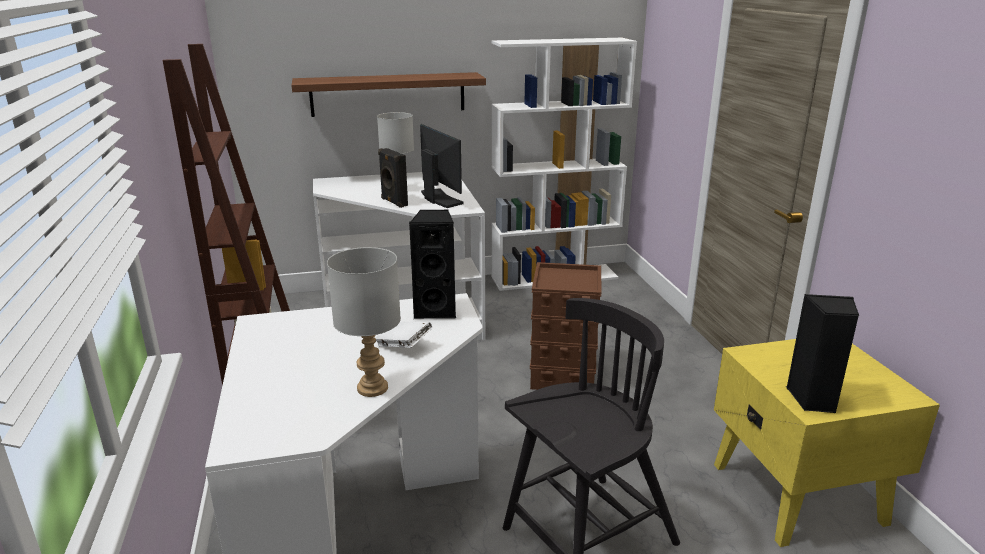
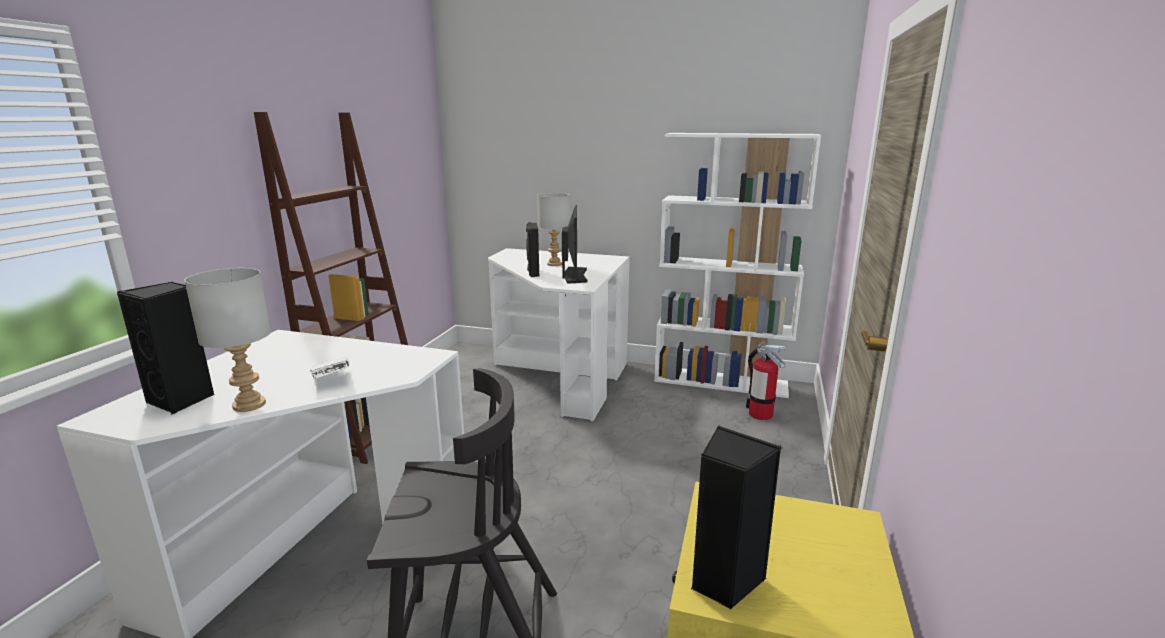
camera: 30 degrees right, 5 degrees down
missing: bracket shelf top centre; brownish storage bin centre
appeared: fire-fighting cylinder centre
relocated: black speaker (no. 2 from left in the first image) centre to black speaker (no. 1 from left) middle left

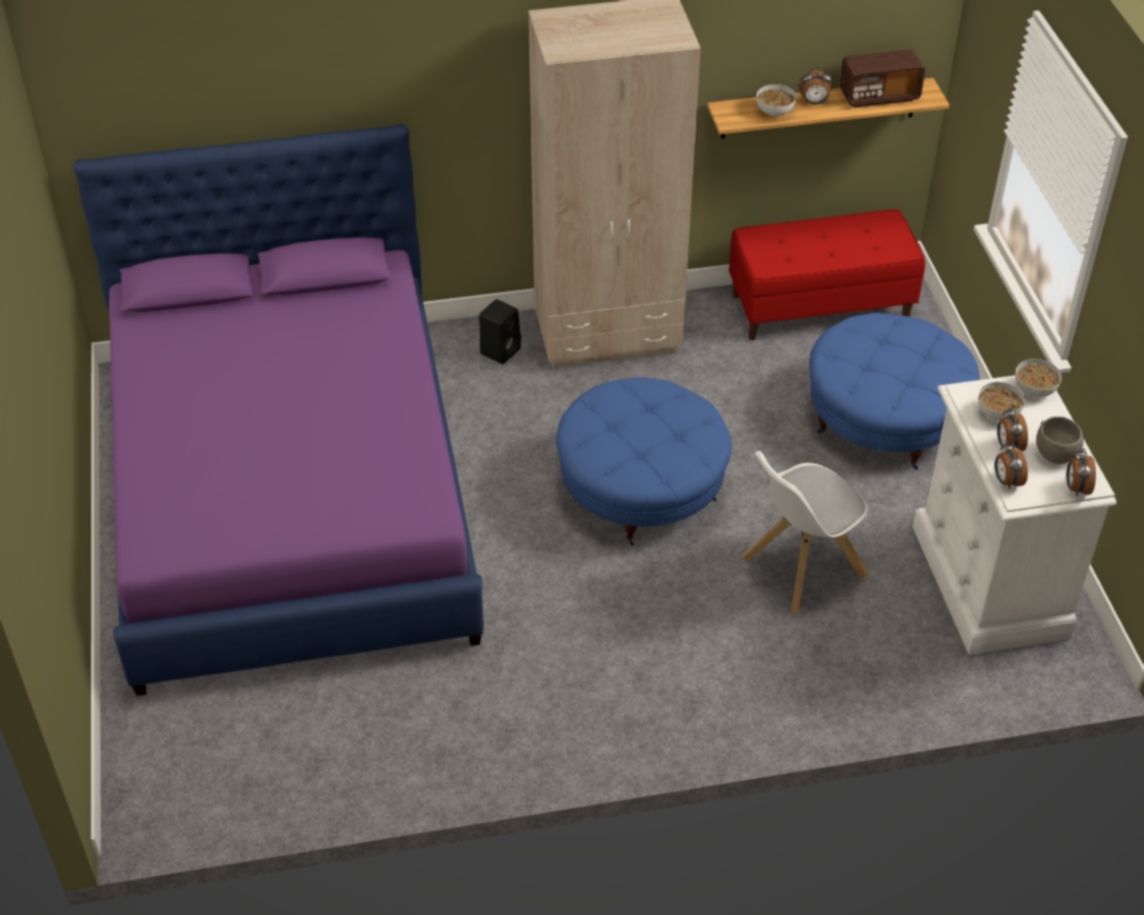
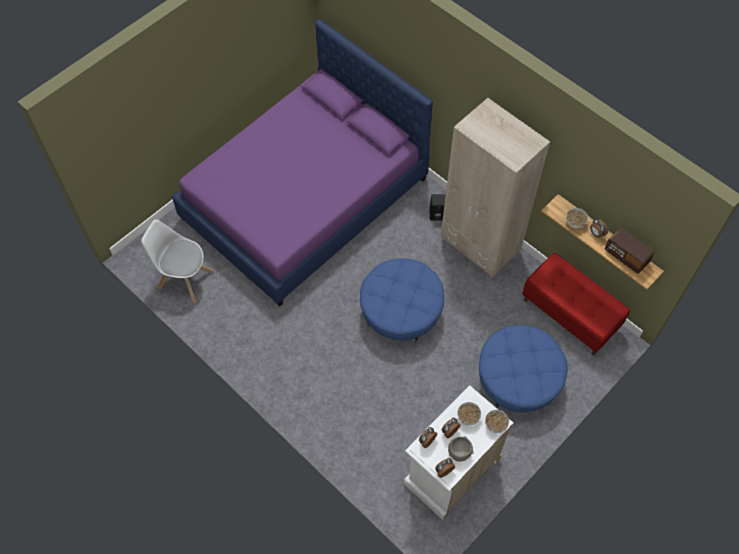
camera: 55 degrees right, 15 degrees up
relocated: chair middle right to middle left

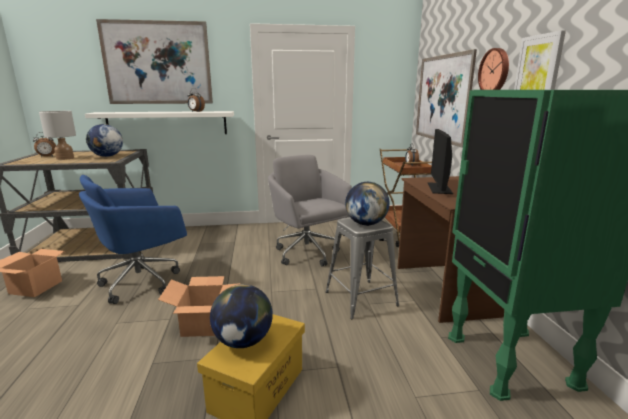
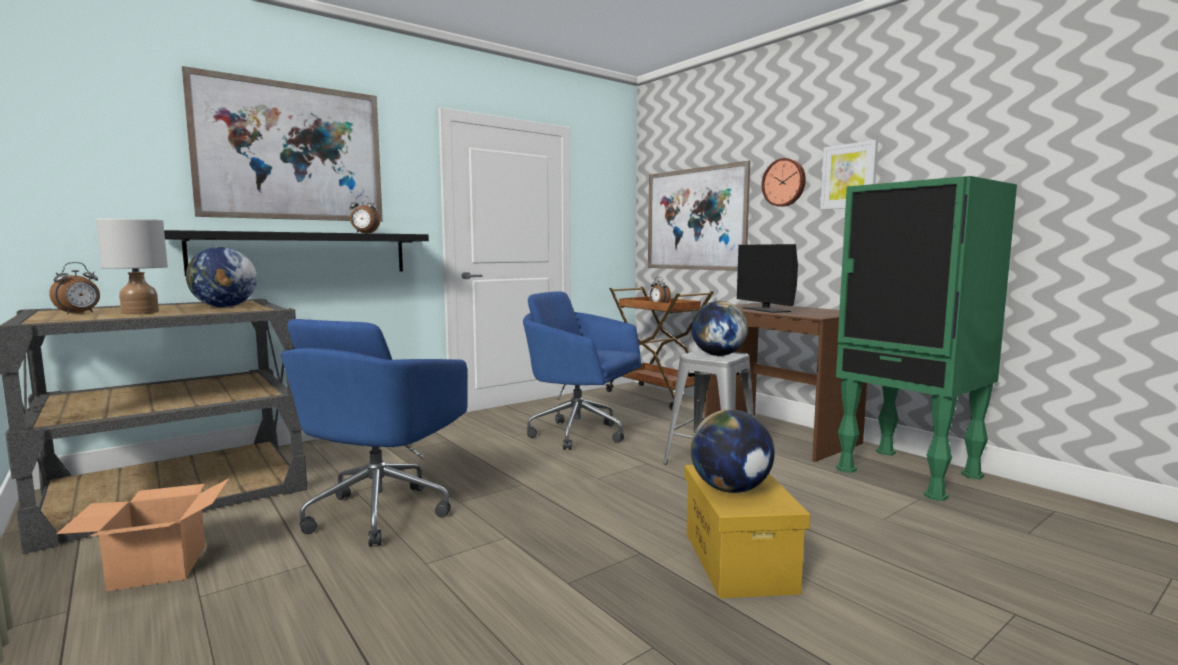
camera: 30 degrees left, 10 degrees down
missing: cardboard box (no. 2 from left) bottom left
colour: white bracket shelf top left to black bracket shelf middle left; greyish computer chair centre to blue computer chair (no. 2 from left) centre

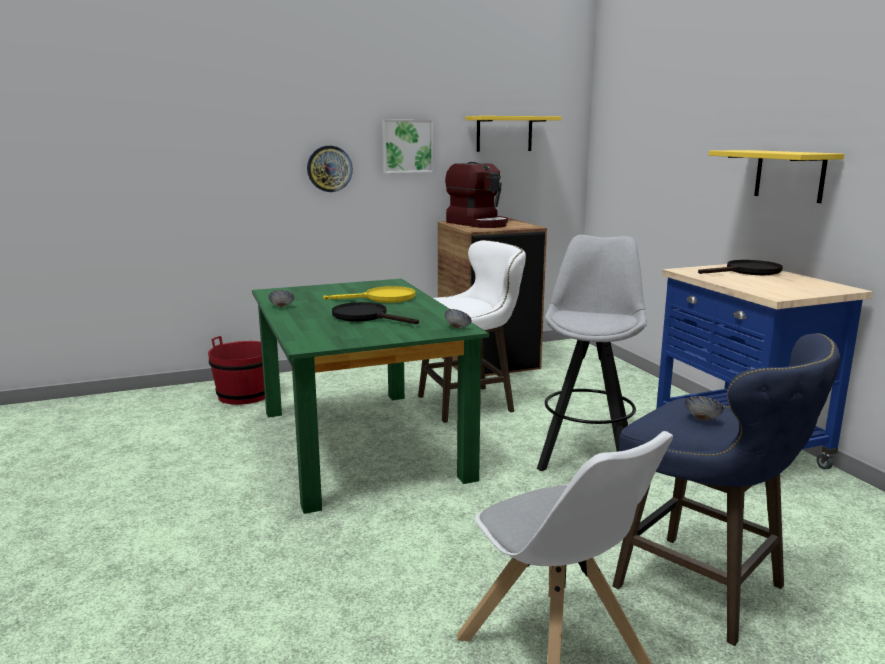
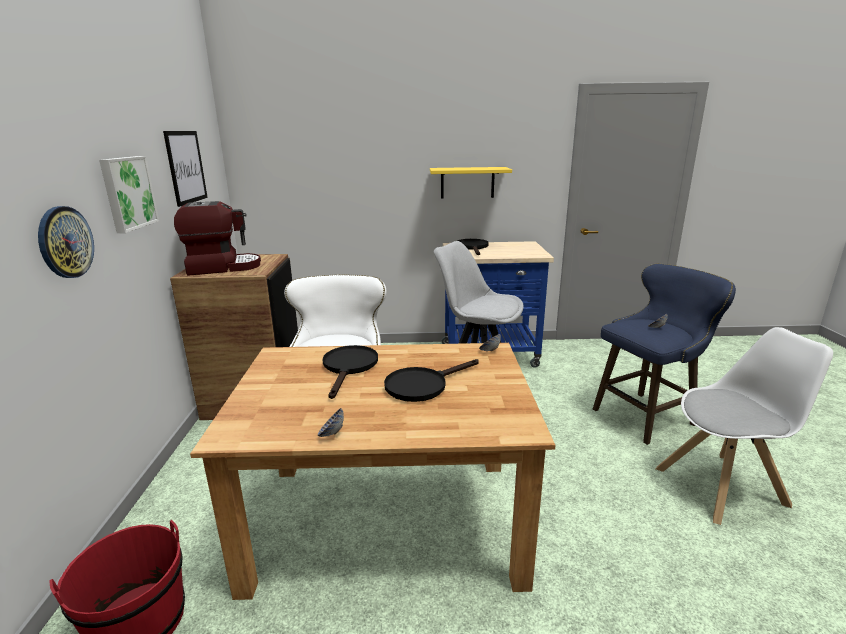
camera: 70 degrees left, 5 degrees up
exchanged: yellow-coloured bracket shelf (no. 1 from left) top centre to wall picture (no. 2 from left) top left
colour: green-coloured dinner table centre to brownish dinner table bottom centre; yellow-coloured pan centre to black pan (no. 1 from left) centre

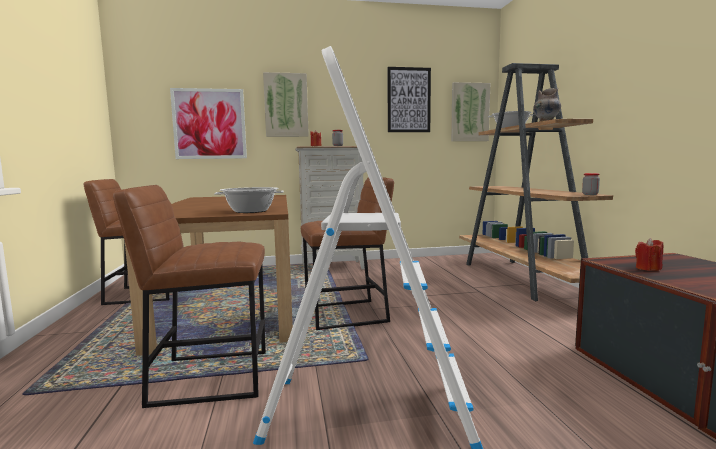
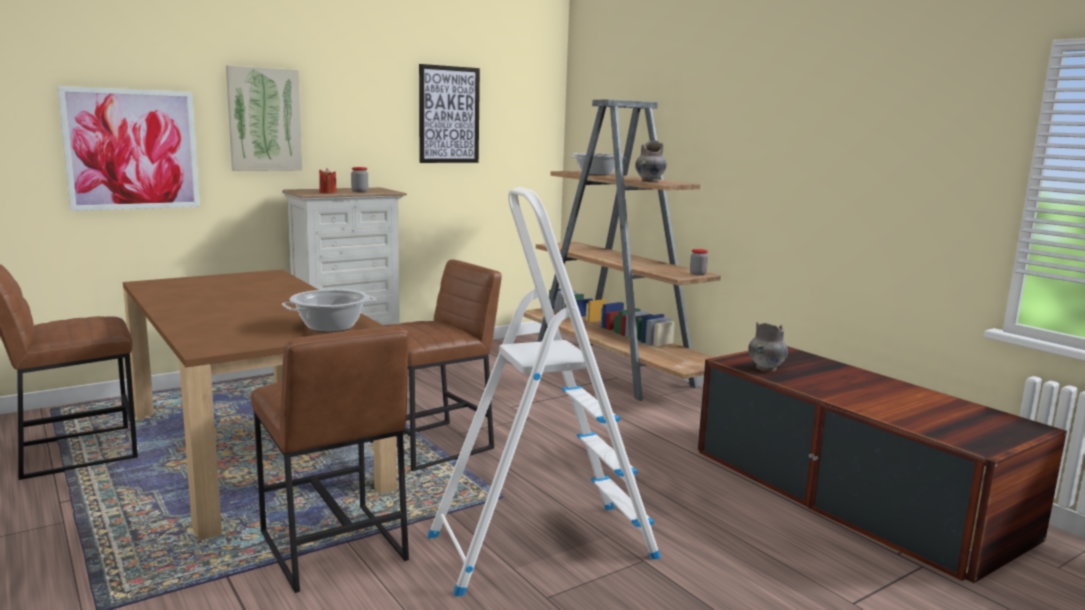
camera: 25 degrees left, 5 degrees up
missing: wall picture (no. 4 from left) top centre
exchanged: red-coloured wax candle (no. 2 from left) middle right to greyish vase (no. 2 from left) middle right
spun: brownish chair (no. 2 from left) middle left = bottom left 90 degrees counterclockwise

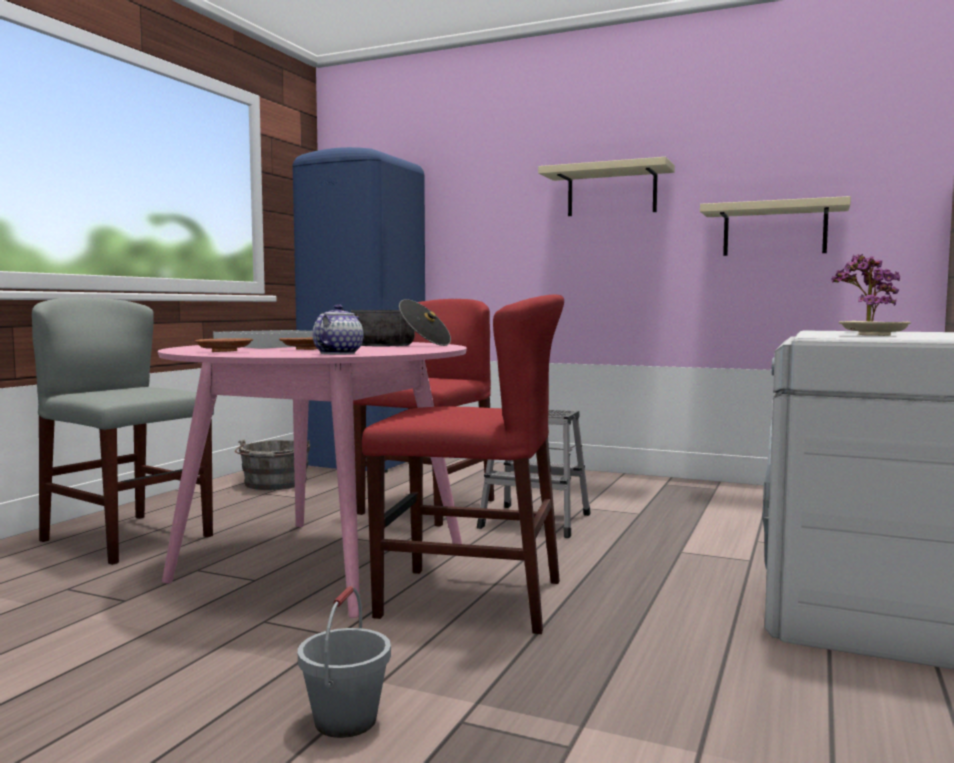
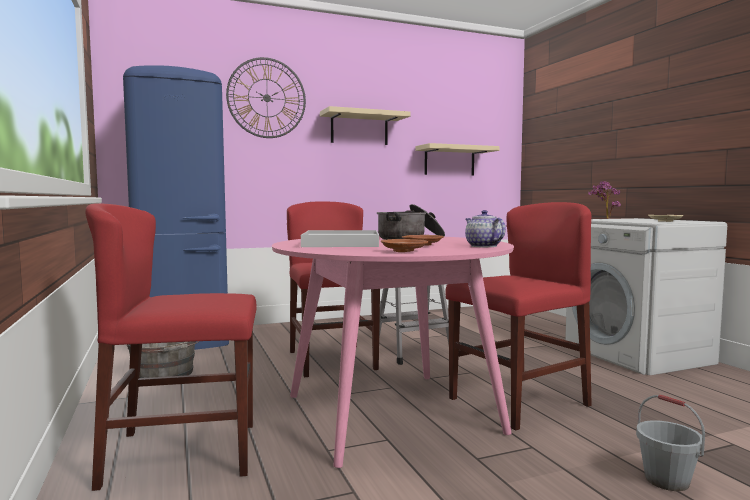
camera: 45 degrees left, 0 degrees up
appeared: wall clock top centre
colour: greyish chair middle left to red-coloured chair (no. 1 from left) bottom left

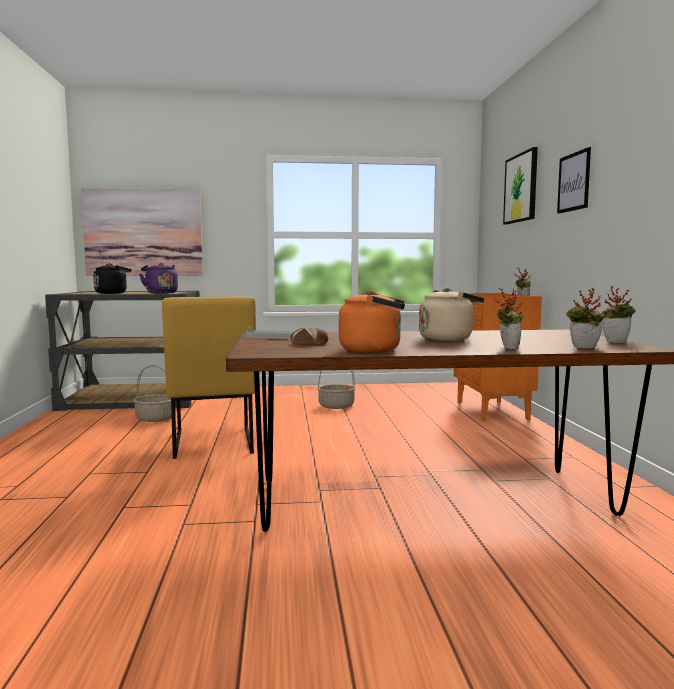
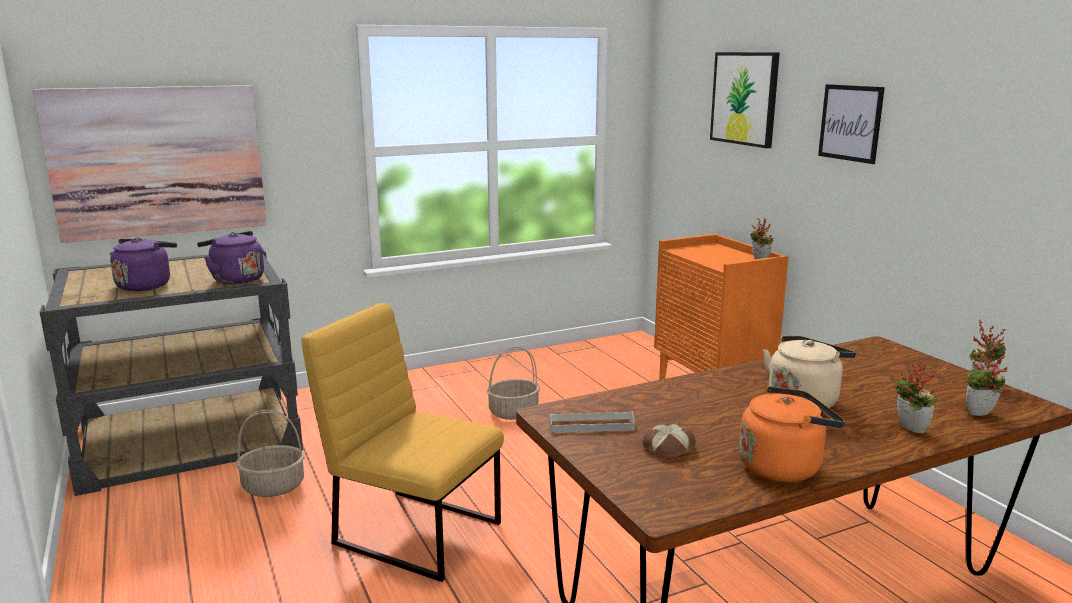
camera: 20 degrees left, 10 degrees up
colour: black tea kettle middle left to purple-coloured tea kettle (no. 1 from left) middle left
spun: yellow-coloured chair middle left = bottom centre 150 degrees clockwise

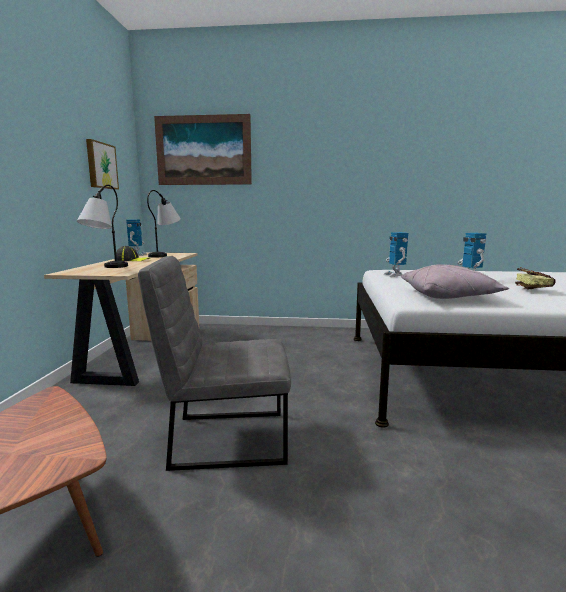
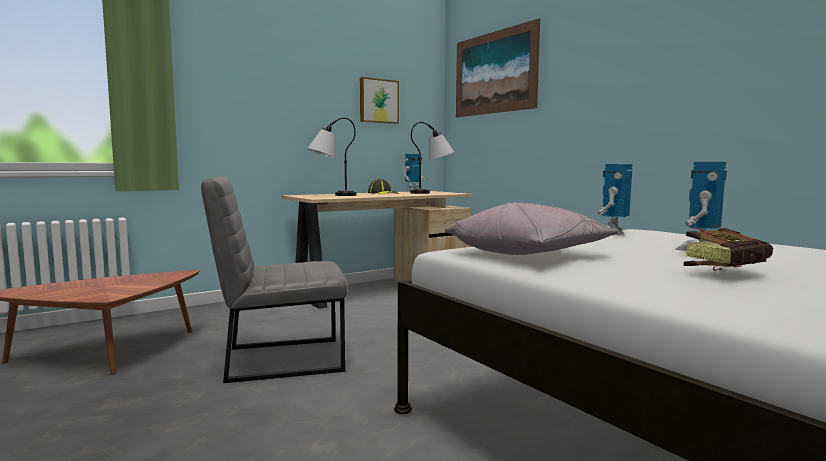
camera: 50 degrees right, 5 degrees down
spun: greyish chair centre = middle left 60 degrees counterclockwise

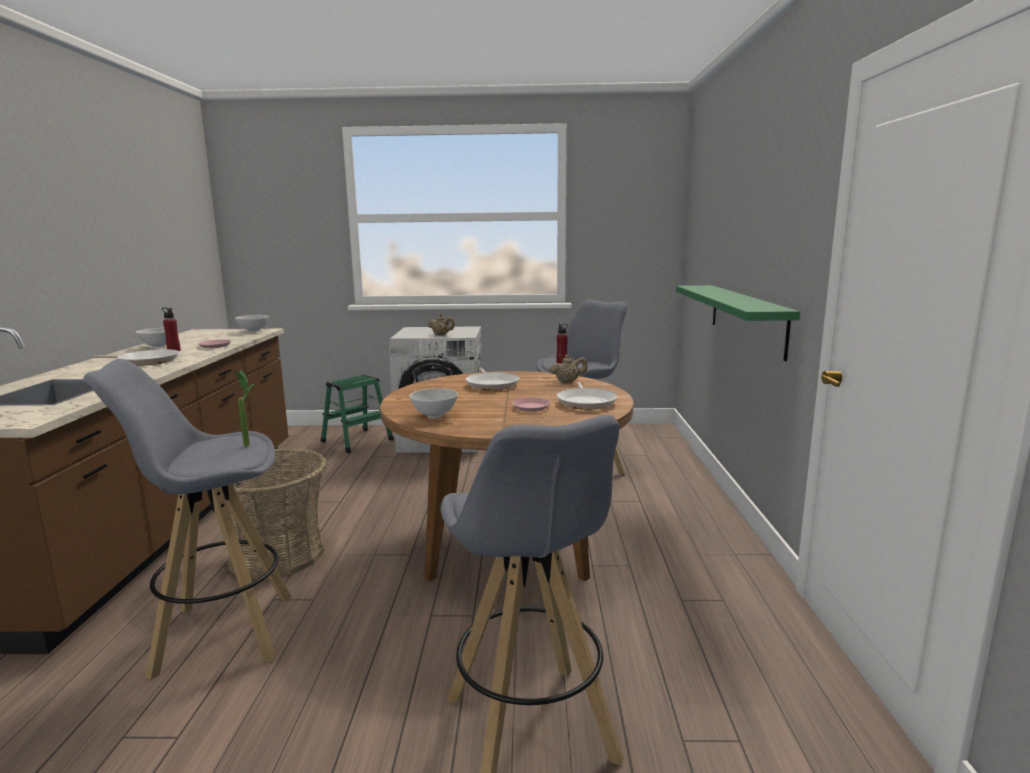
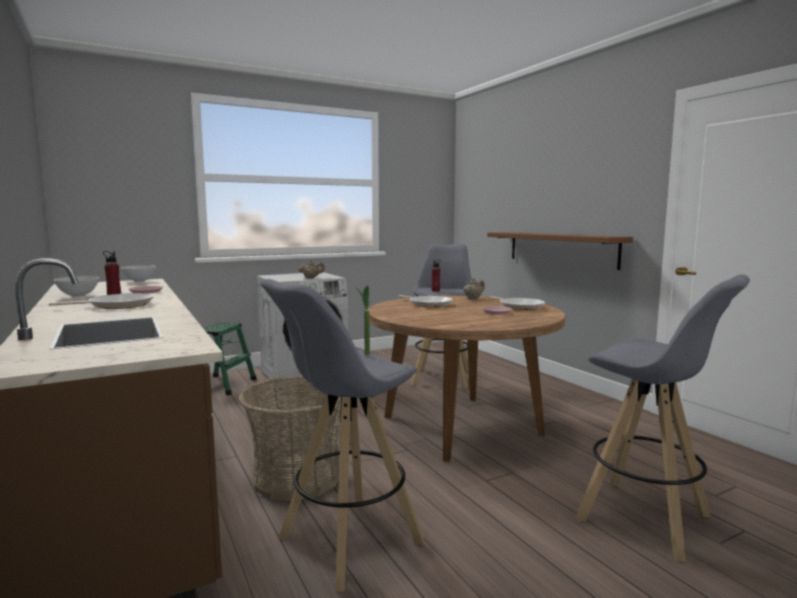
camera: 30 degrees left, 5 degrees down
missing: white serving bowl (no. 3 from left) centre
colour: green-coloured bracket shelf middle right to brownish bracket shelf middle right

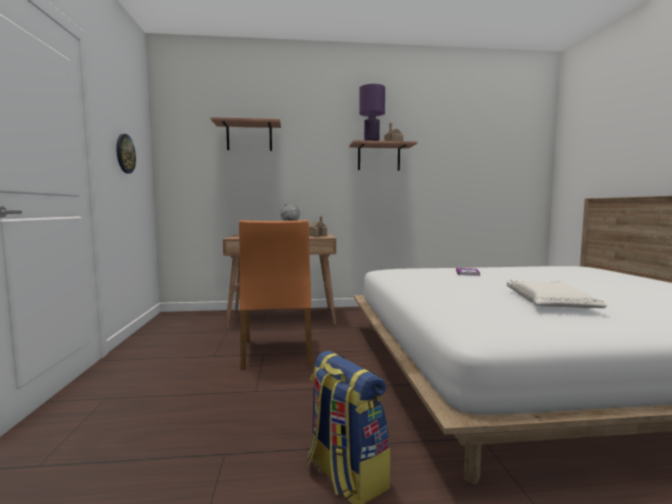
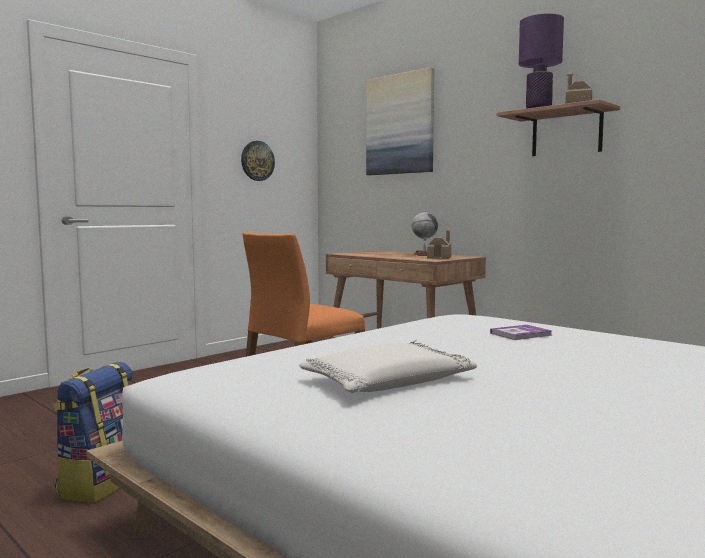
camera: 50 degrees right, 0 degrees up
exchanged: bracket shelf (no. 1 from left) top centre to wall picture top centre

